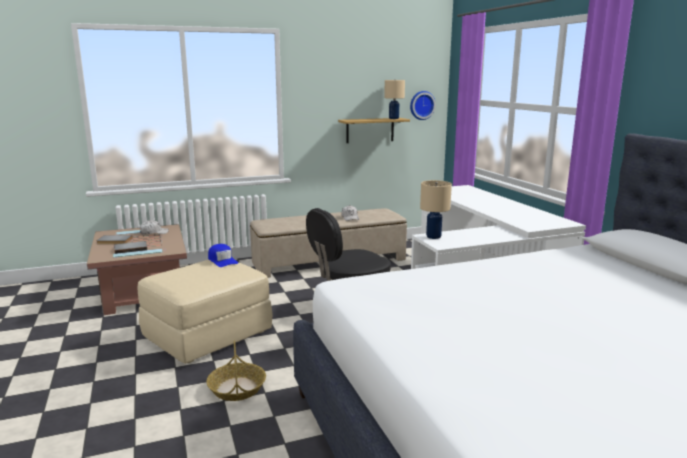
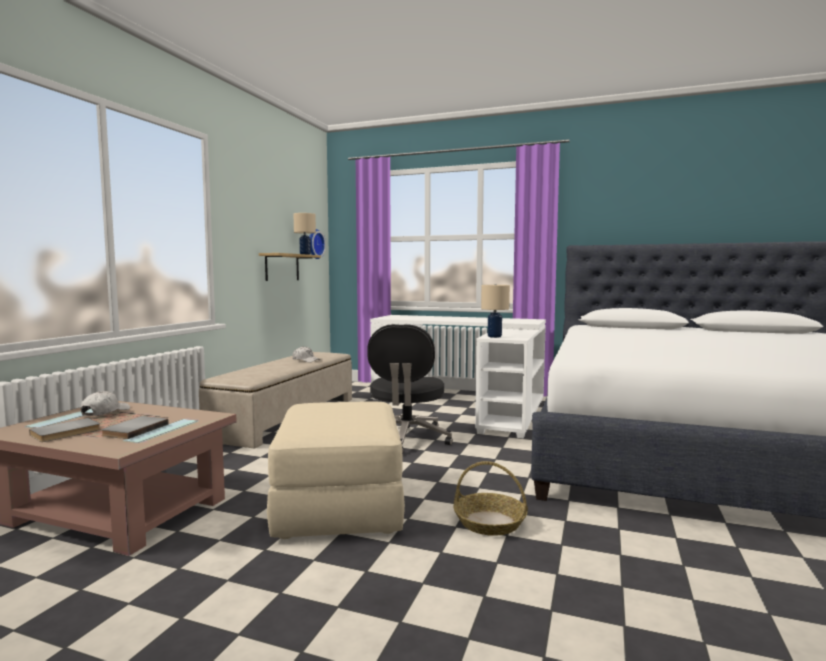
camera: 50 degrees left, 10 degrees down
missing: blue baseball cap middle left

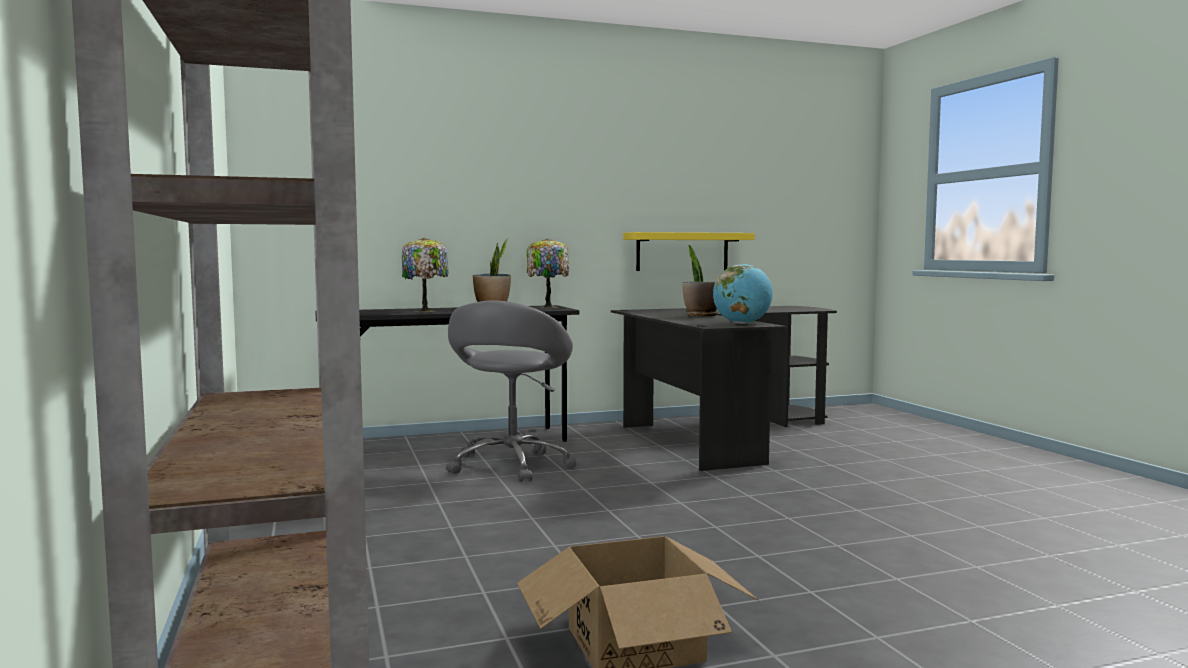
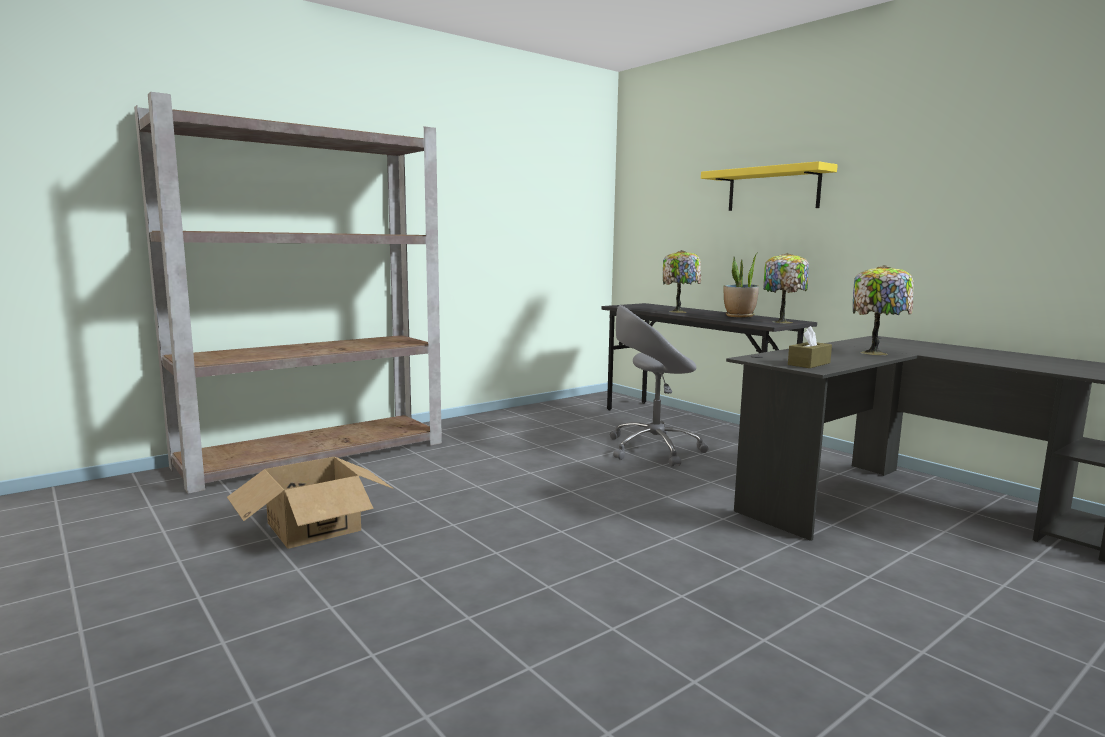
camera: 70 degrees right, 5 degrees up
relocated: yellow-coloured bracket shelf centre to top right
exchanged: plant in a pot (no. 2 from left) centre to tabletop lamp (no. 3 from left) middle right; desk globe centre to brownish tissue holder middle right

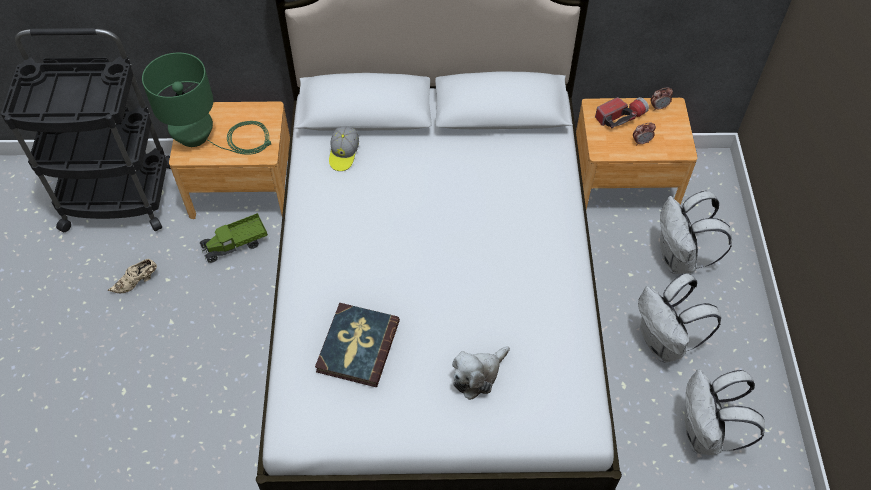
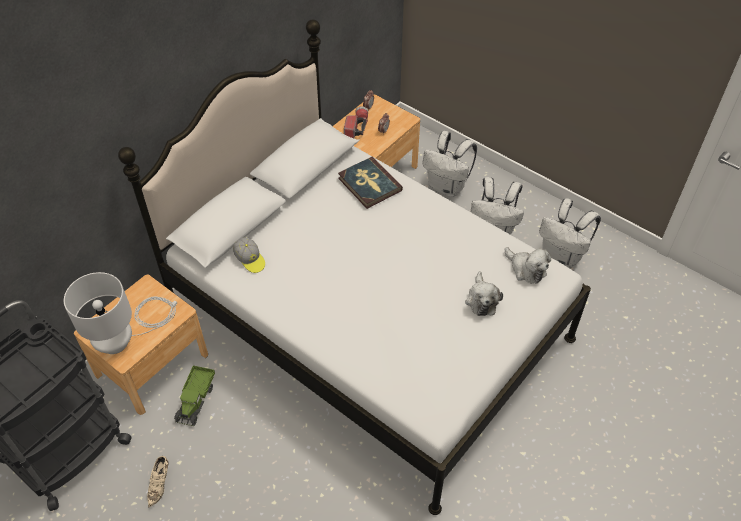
camera: 50 degrees left, 5 degrees down
appeared: plush toy (no. 2 from left) middle right
relocated: volume bottom centre to centre
colour: green-coloured tabletop lamp top left to greyish tabletop lamp middle left

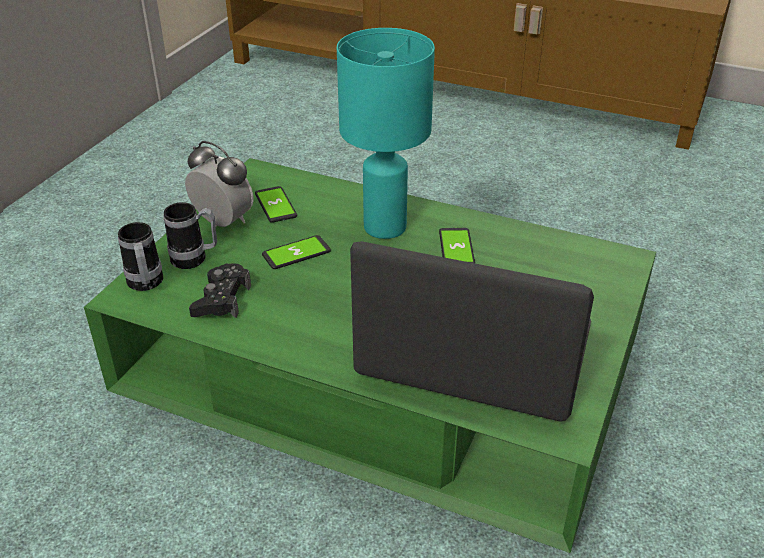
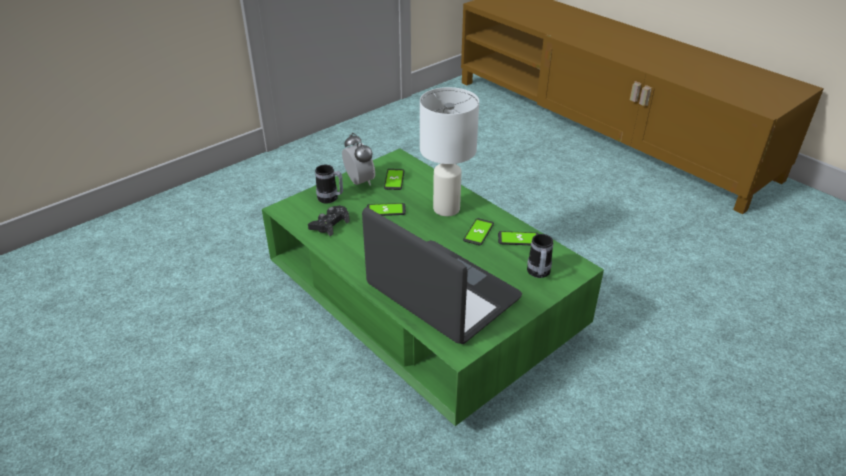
camera: 25 degrees right, 0 degrees up
appeared: handset (no. 4 from left) centre
relocated: tea mug (no. 1 from left in the first image) middle left to tea mug (no. 2 from left) centre
colour: turquoise-coloured tabletop lamp top centre to white tabletop lamp top centre

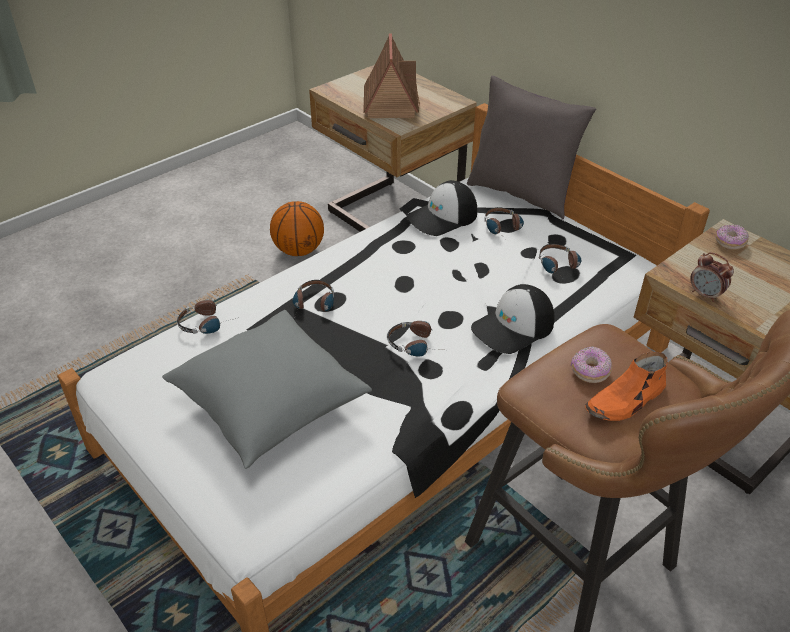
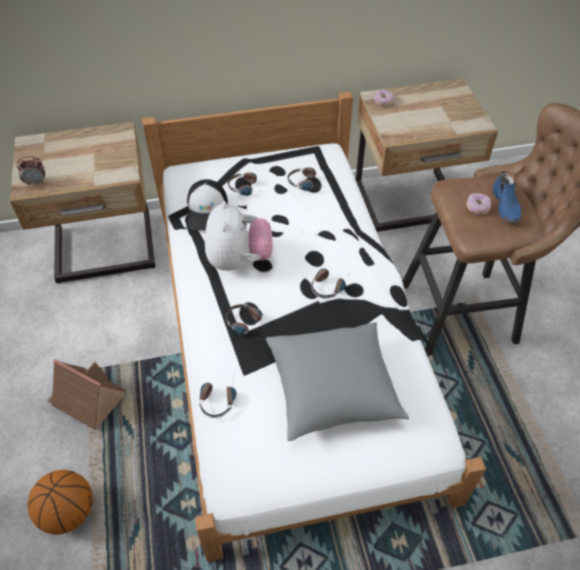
camera: 60 degrees left, 10 degrees up
missing: greyish cushion (no. 2 from left) top right; baseball cap (no. 2 from left) centre
appeared: plush toy centre
relocated: miniature house top centre to bottom left; basketball centre to bottom left; alarm clock middle right to top left
colour: orange low shoe middle right to blue low shoe middle right

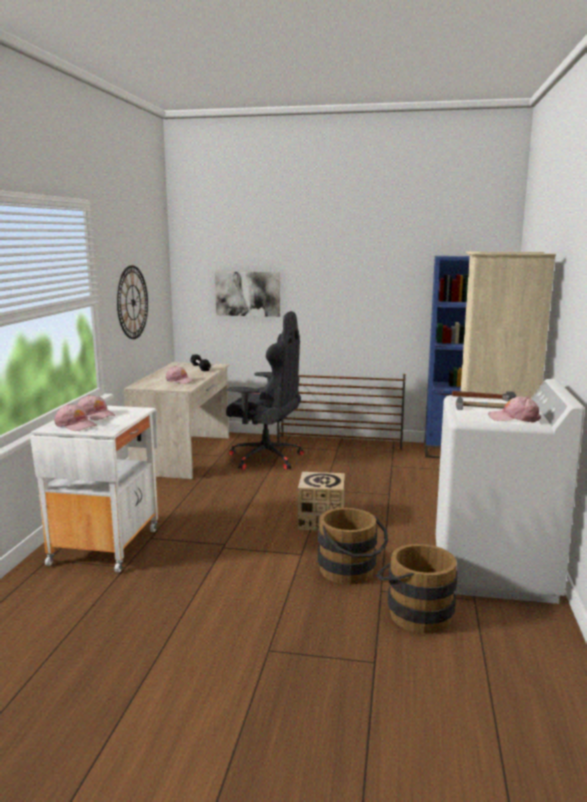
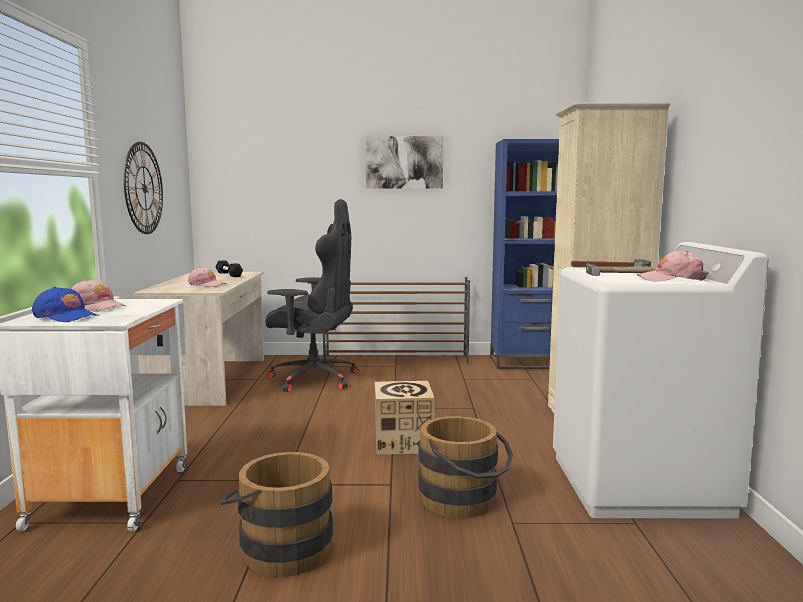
camera: 10 degrees left, 5 degrees down
relocated: wall picture centre to top centre; brownish bucket (no. 2 from left in the first image) bottom right to brownish bucket (no. 1 from left) bottom centre
colour: pink baseball cap (no. 1 from left) middle left to blue baseball cap middle left

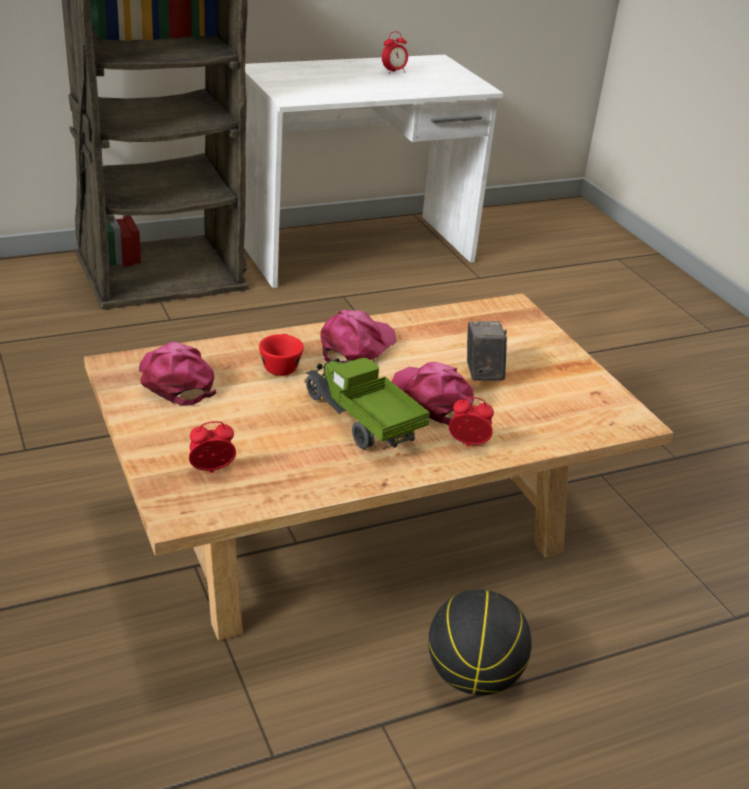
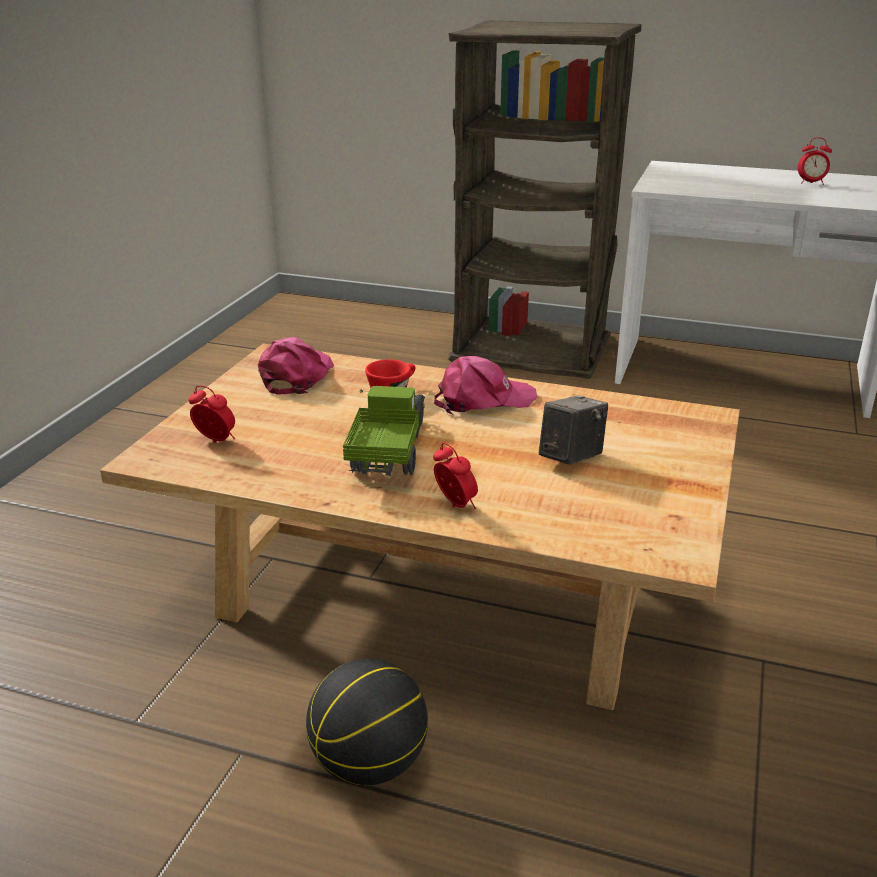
camera: 45 degrees right, 5 degrees down
missing: pink baseball cap (no. 3 from left) centre

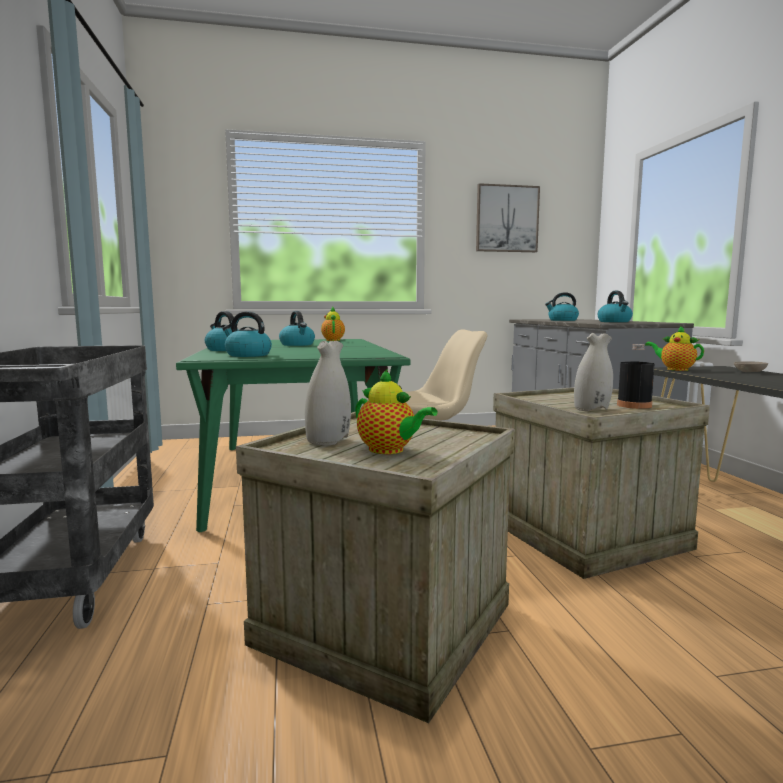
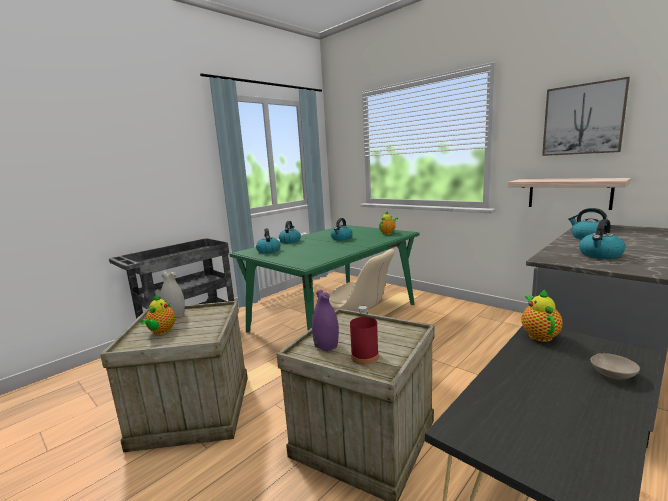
camera: 55 degrees right, 5 degrees up
appeared: bracket shelf middle right
colour: white vase (no. 2 from left) middle right to purple-coloured vase centre; black bottle middle right to red-coloured bottle bottom centre

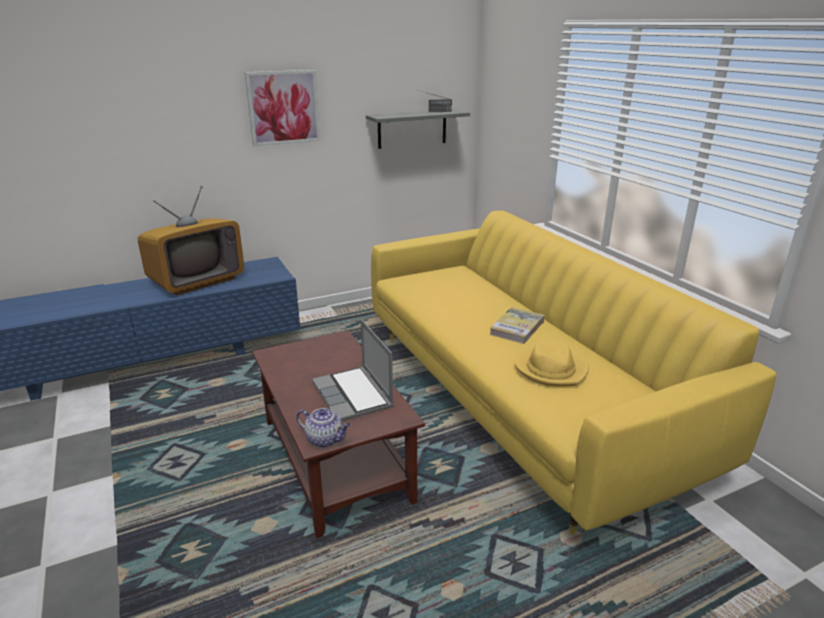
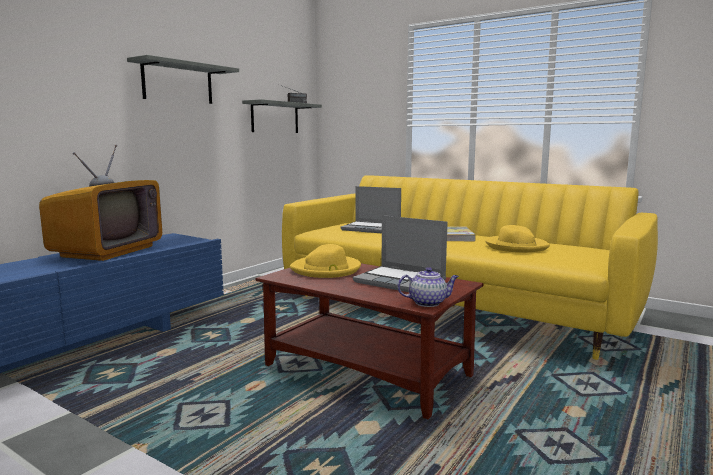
camera: 30 degrees left, 15 degrees down
appeared: notebook computer (no. 1 from left) centre; yellow-coloured hat (no. 1 from left) centre
exchanged: wall picture top centre to greyish bracket shelf (no. 1 from left) top left

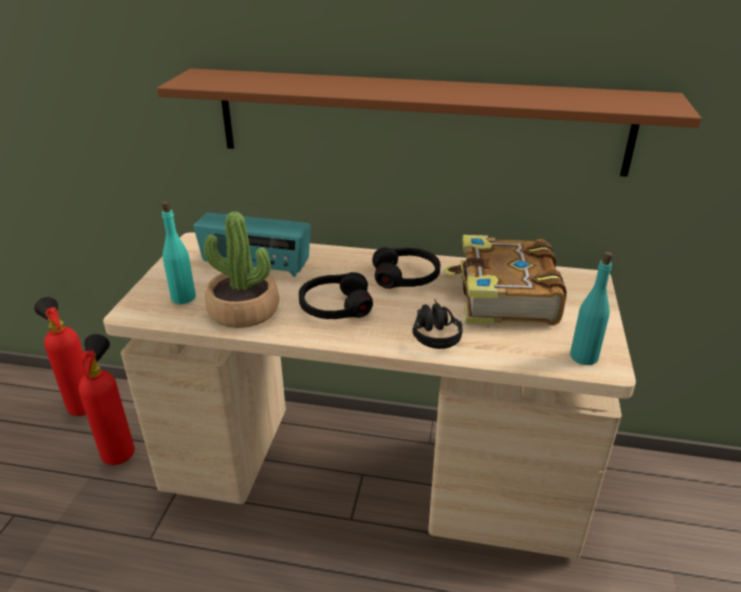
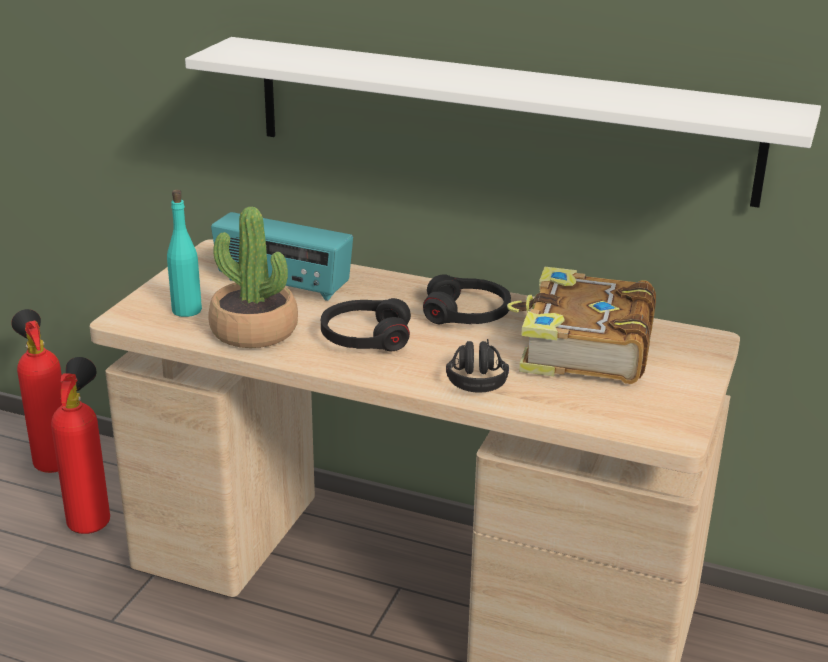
camera: 10 degrees right, 5 degrees down
missing: turquoise-coloured bottle (no. 2 from left) middle right
colour: brownish bracket shelf top centre to white bracket shelf top centre

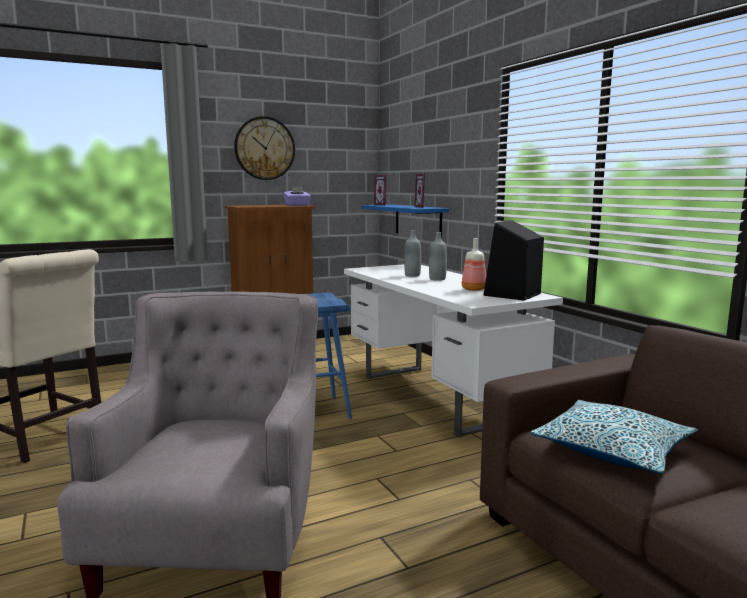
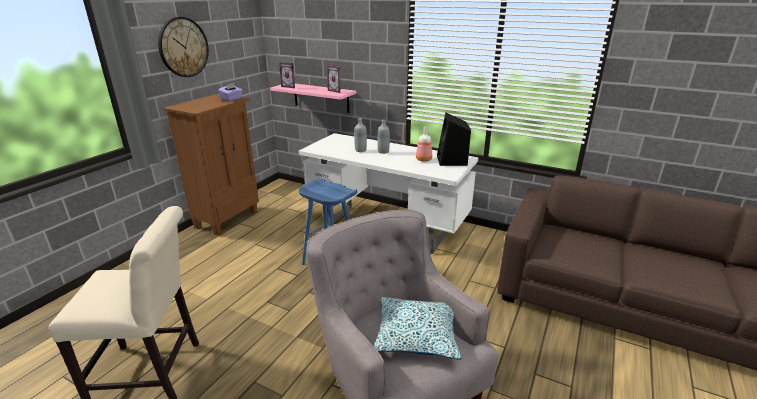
camera: 35 degrees left, 15 degrees up
relocated: cushion bottom right to bottom centre
colour: blue bracket shelf centre to pink bracket shelf top centre

